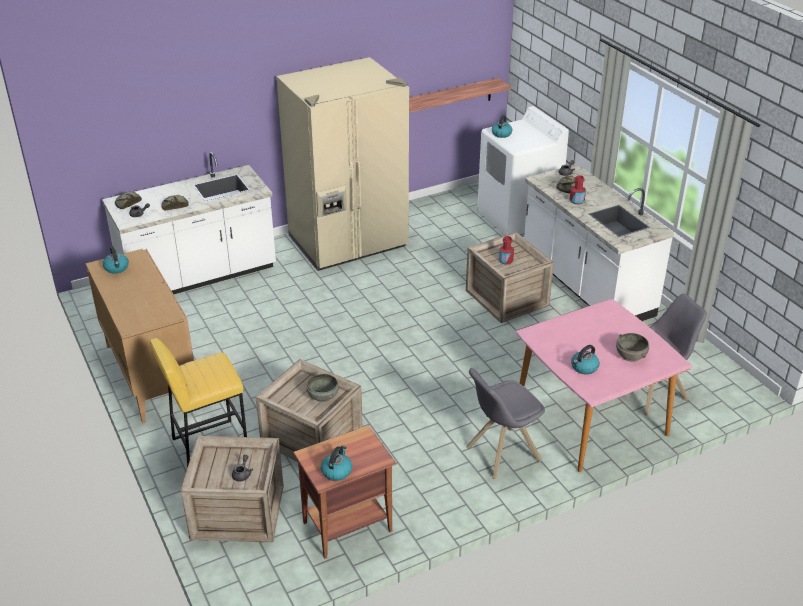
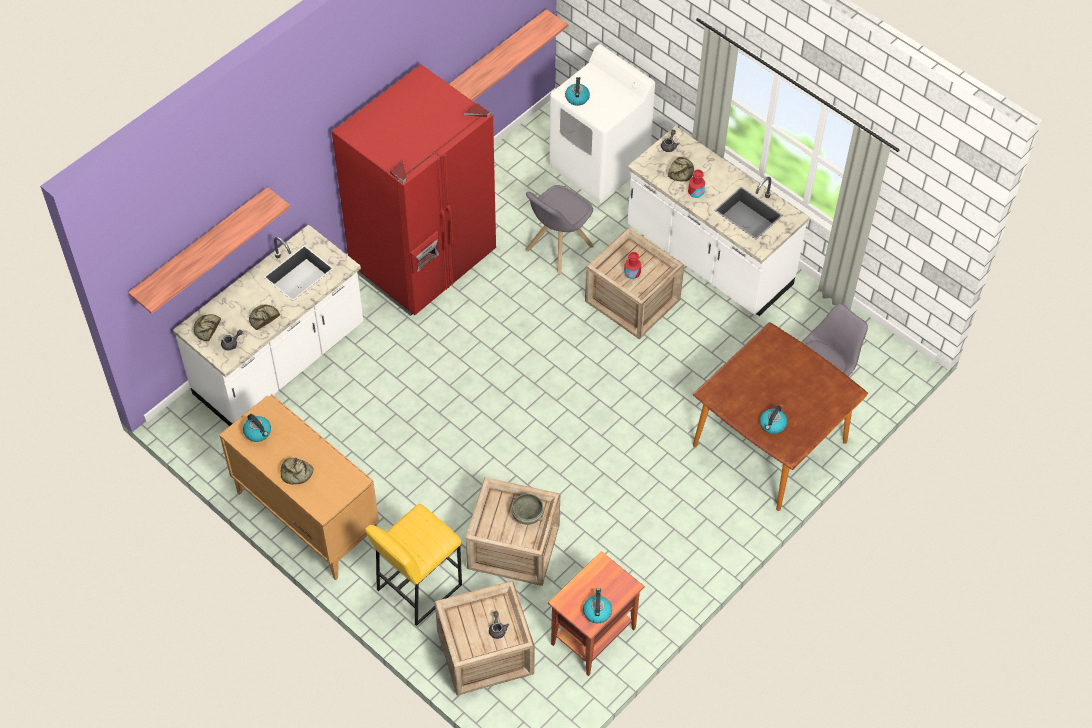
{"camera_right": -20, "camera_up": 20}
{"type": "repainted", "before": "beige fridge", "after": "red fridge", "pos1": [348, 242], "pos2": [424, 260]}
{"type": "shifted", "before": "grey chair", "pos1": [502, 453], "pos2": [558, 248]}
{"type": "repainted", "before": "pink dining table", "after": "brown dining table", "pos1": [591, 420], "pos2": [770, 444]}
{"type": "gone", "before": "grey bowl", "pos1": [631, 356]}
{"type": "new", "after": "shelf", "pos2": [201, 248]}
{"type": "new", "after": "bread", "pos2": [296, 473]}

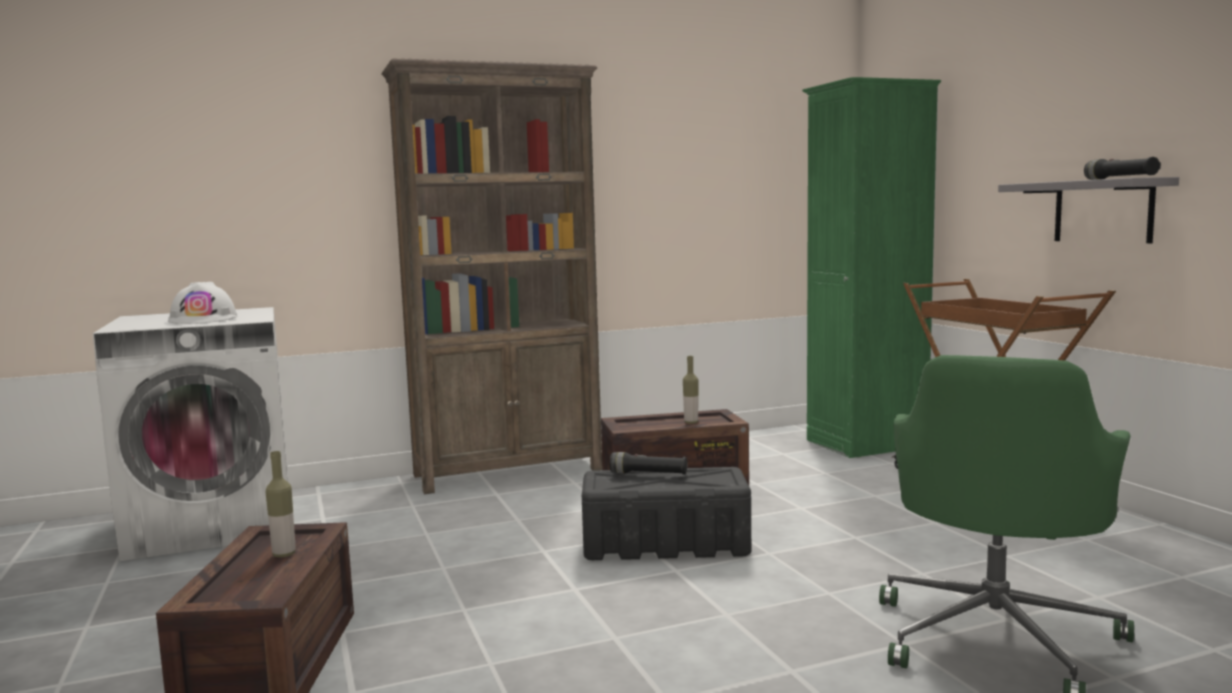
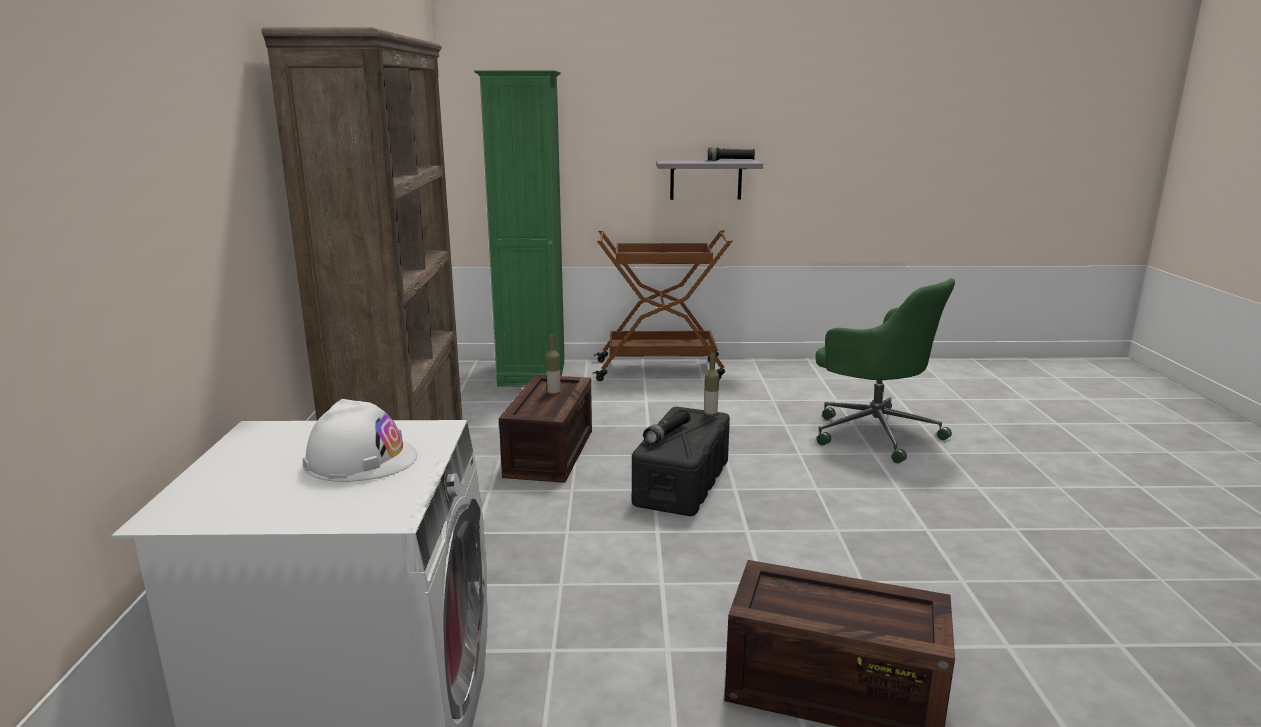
{"camera_right": -70, "camera_up": 10}
{"type": "shifted", "before": "bottle", "pos1": [284, 554], "pos2": [710, 414]}

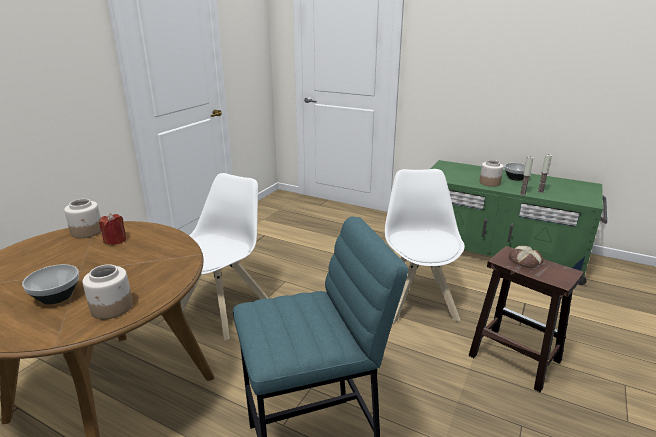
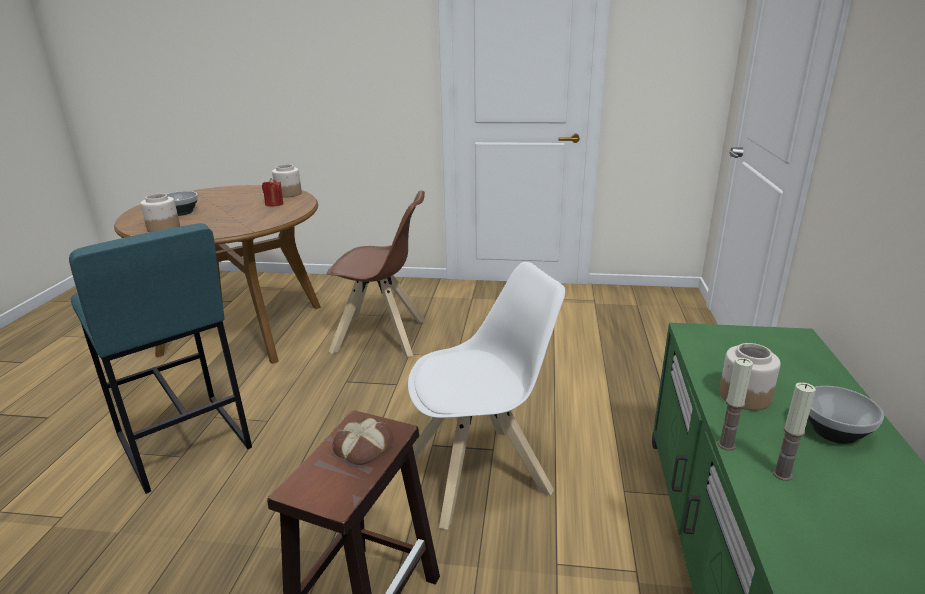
{"camera_right": 70, "camera_up": 0}
{"type": "repainted", "before": "white chair", "after": "brown chair", "pos1": [224, 308], "pos2": [382, 336]}

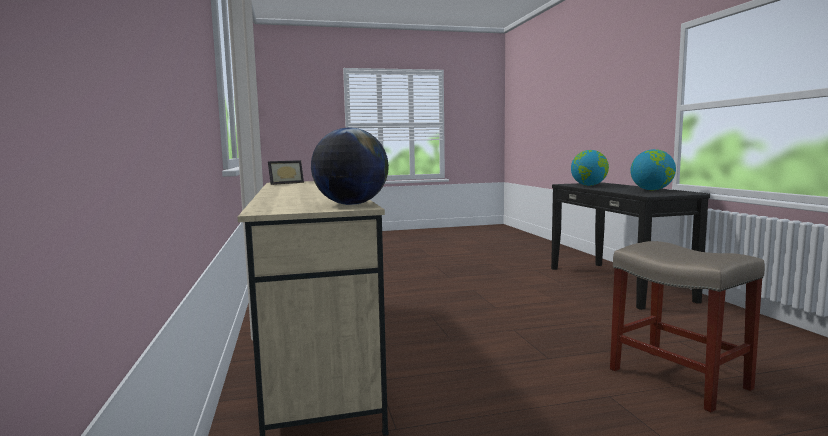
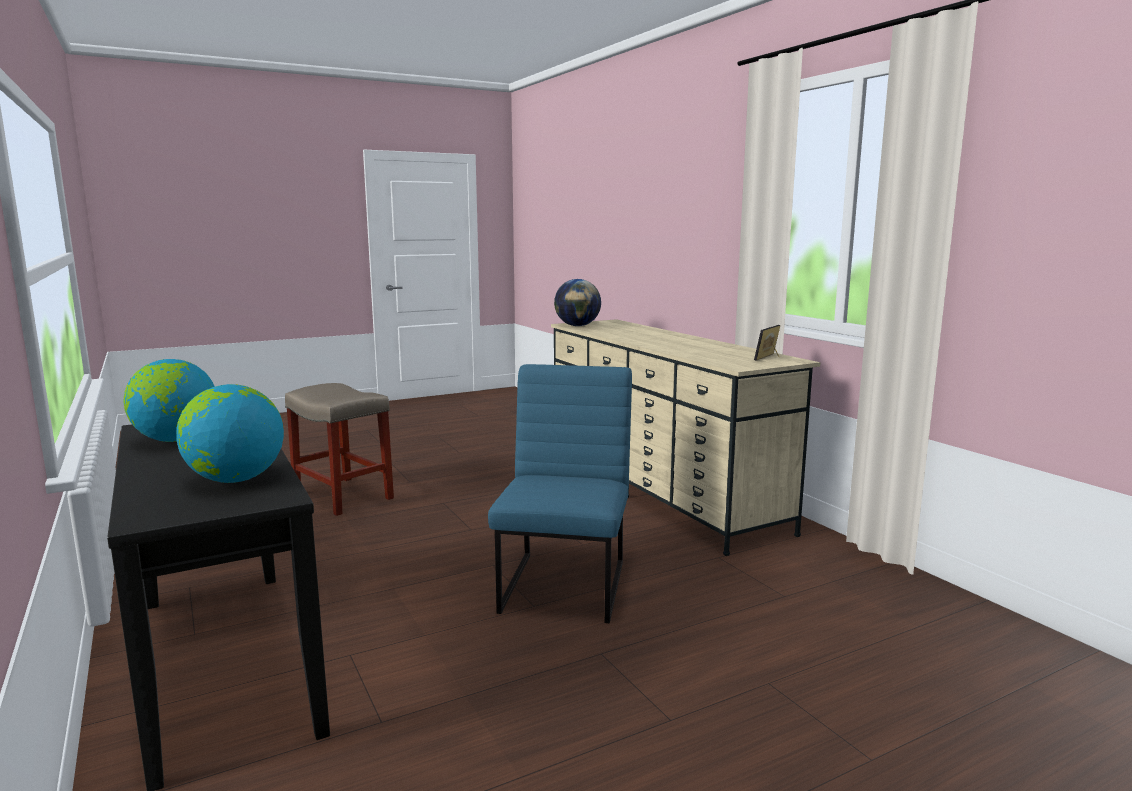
{"camera_right": 165, "camera_up": 5}
{"type": "new", "after": "blue chair", "pos2": [566, 584]}

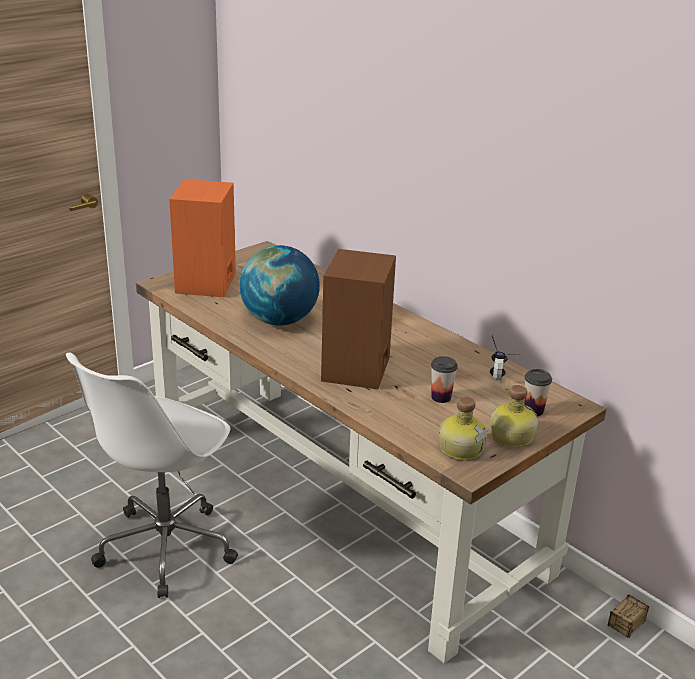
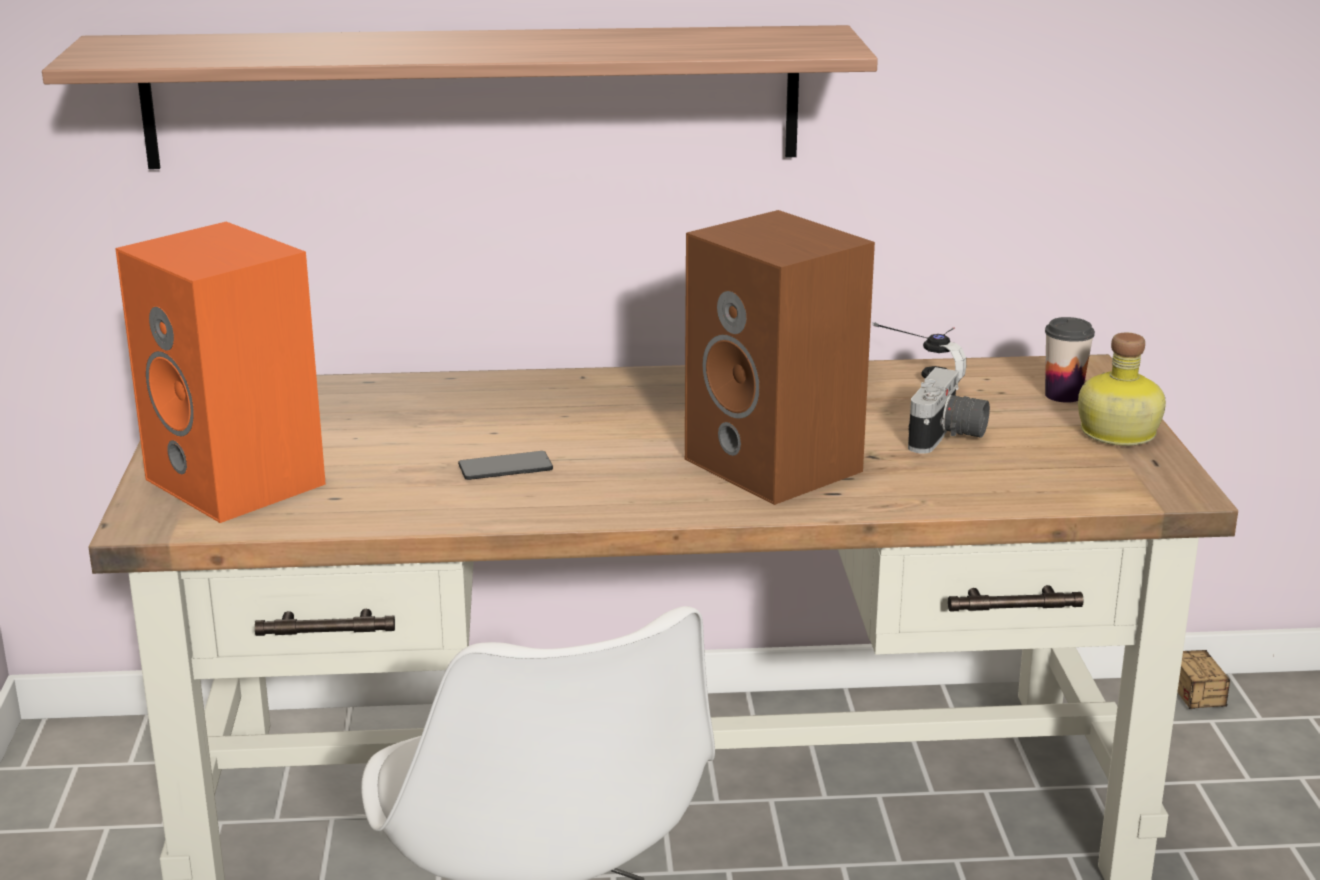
{"camera_right": -50, "camera_up": -5}
{"type": "swapped", "before": "globe", "after": "phone", "pos1": [279, 320], "pos2": [505, 468]}
{"type": "swapped", "before": "cup", "after": "photo camera", "pos1": [441, 397], "pos2": [948, 438]}
{"type": "gone", "before": "bottle", "pos1": [460, 448]}
{"type": "new", "after": "shelf", "pos2": [473, 97]}

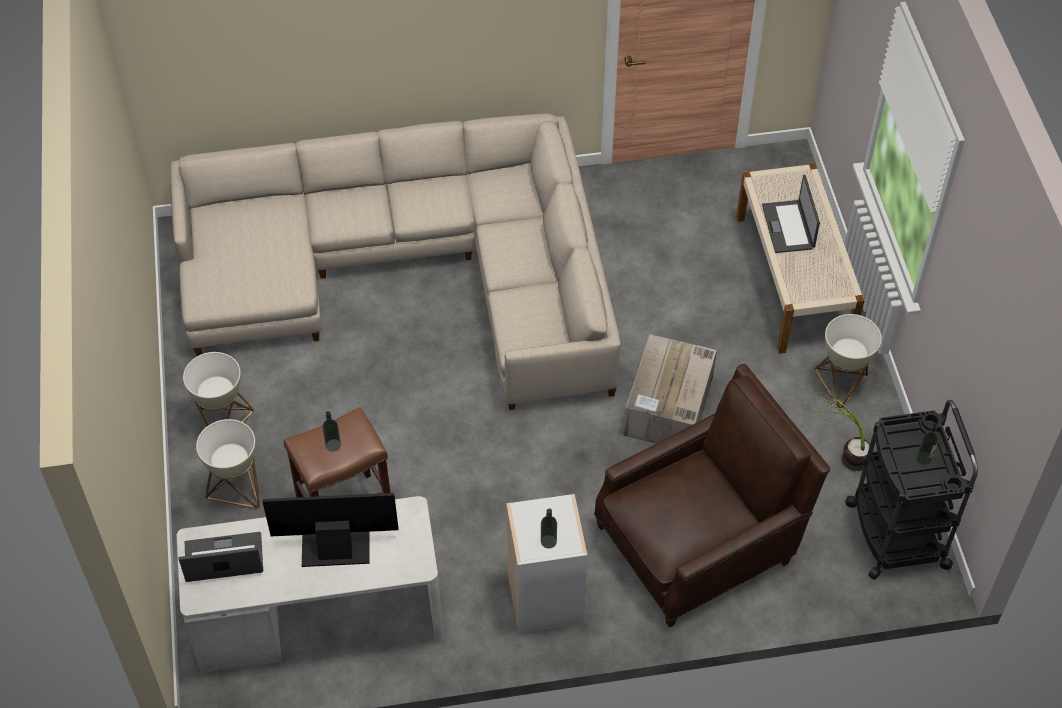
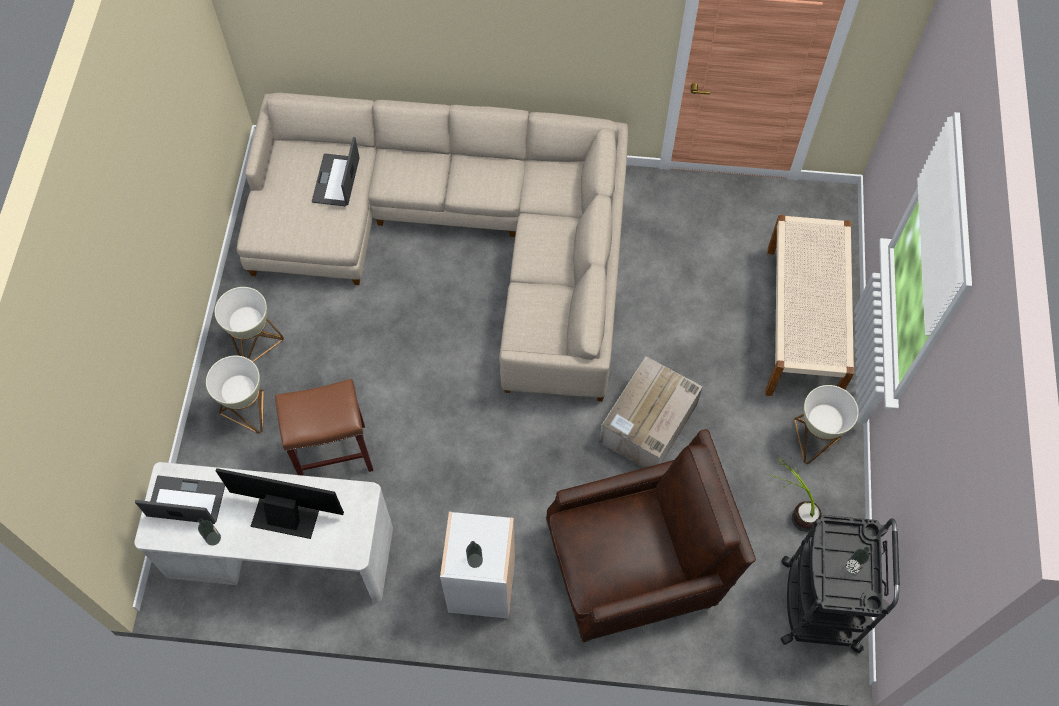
{"camera_right": 15, "camera_up": 10}
{"type": "shifted", "before": "bottle", "pos1": [333, 445], "pos2": [213, 538]}
{"type": "shifted", "before": "laptop", "pos1": [789, 227], "pos2": [337, 180]}

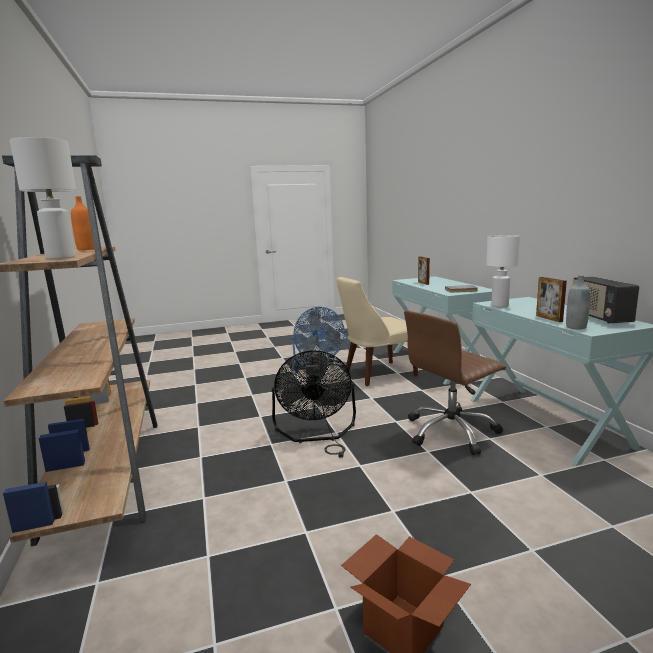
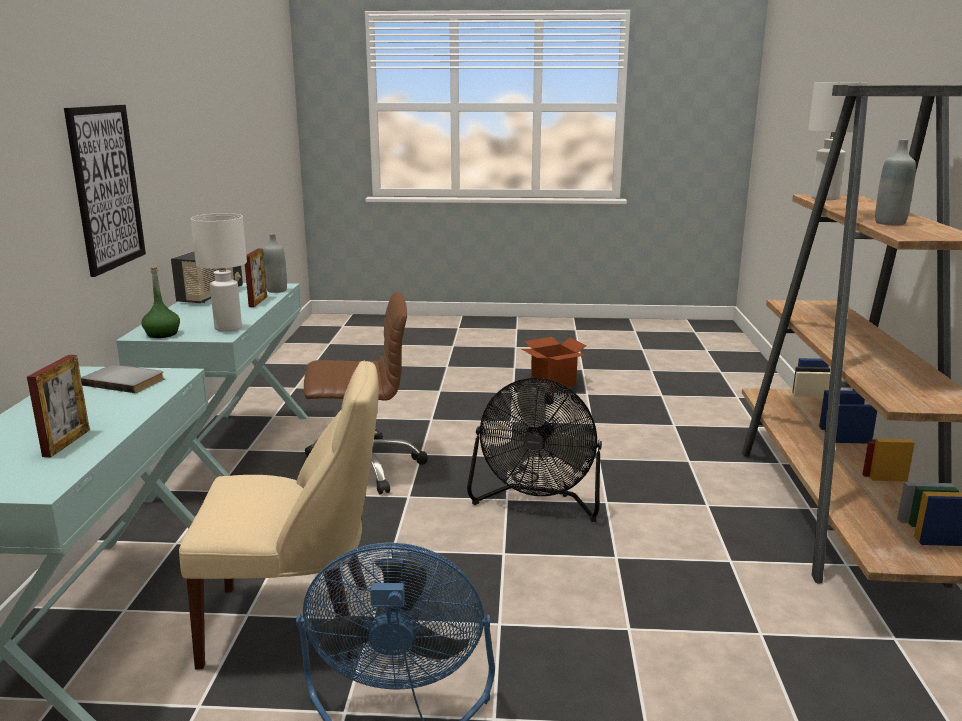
{"camera_right": -160, "camera_up": 5}
{"type": "repainted", "before": "orange bottle", "after": "grey bottle", "pos1": [86, 249], "pos2": [890, 223]}
{"type": "new", "after": "picture", "pos2": [106, 188]}
{"type": "new", "after": "green bottle", "pos2": [162, 334]}

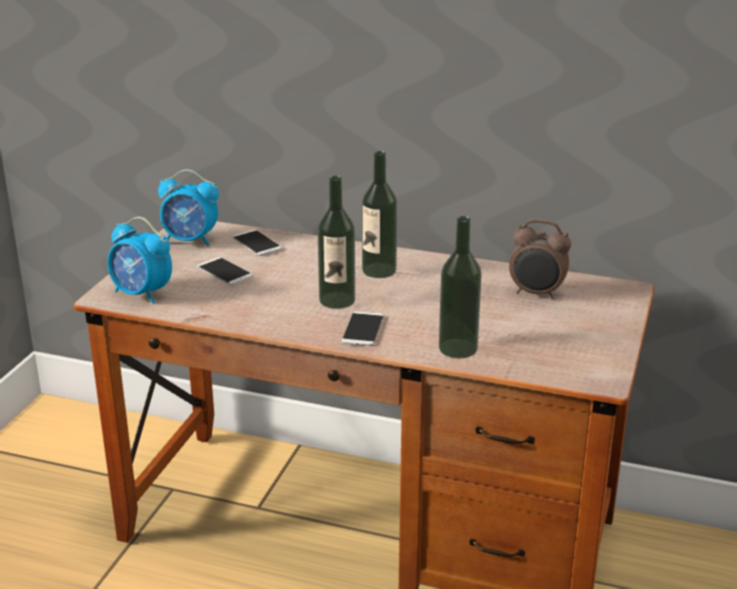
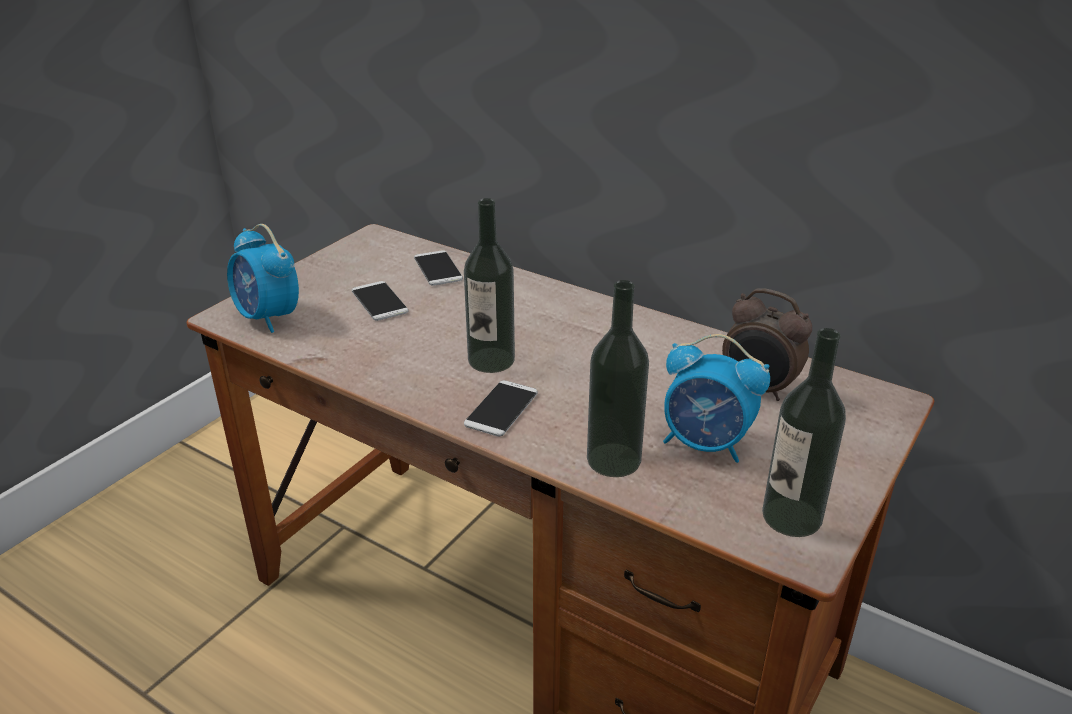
{"camera_right": 15, "camera_up": 5}
{"type": "shifted", "before": "alarm clock", "pos1": [190, 241], "pos2": [706, 444]}
{"type": "shifted", "before": "bottle", "pos1": [379, 270], "pos2": [791, 517]}

